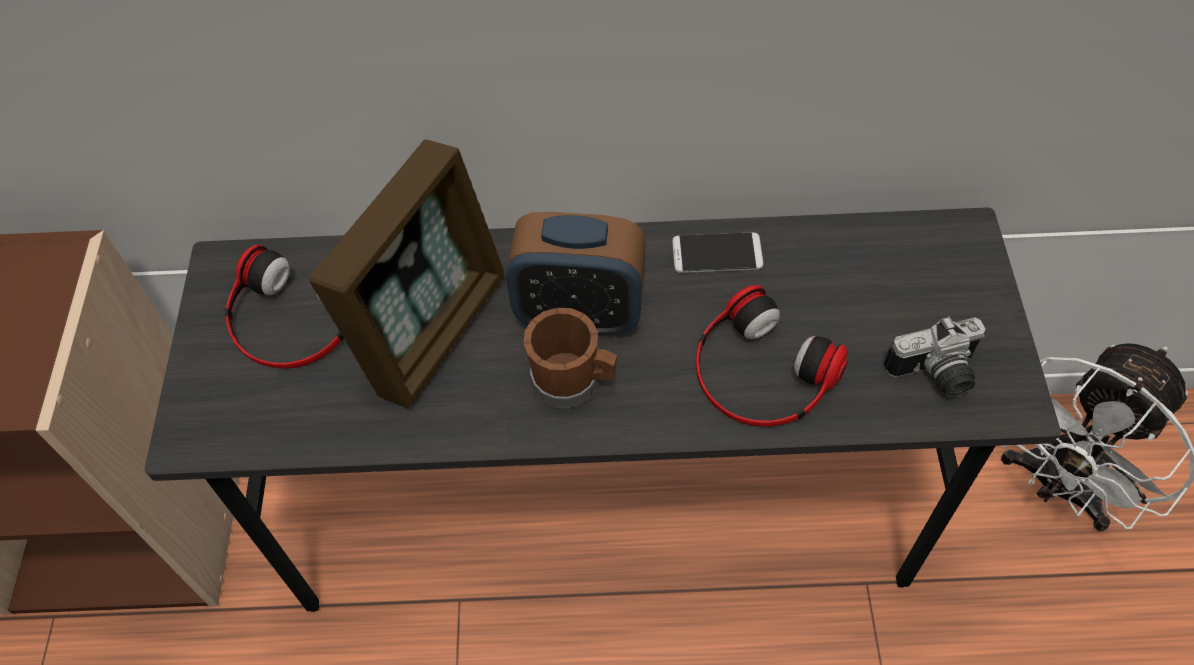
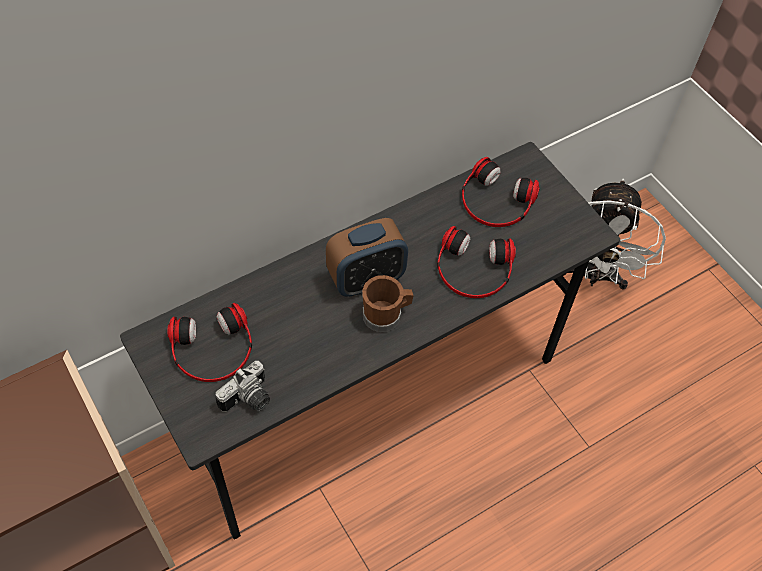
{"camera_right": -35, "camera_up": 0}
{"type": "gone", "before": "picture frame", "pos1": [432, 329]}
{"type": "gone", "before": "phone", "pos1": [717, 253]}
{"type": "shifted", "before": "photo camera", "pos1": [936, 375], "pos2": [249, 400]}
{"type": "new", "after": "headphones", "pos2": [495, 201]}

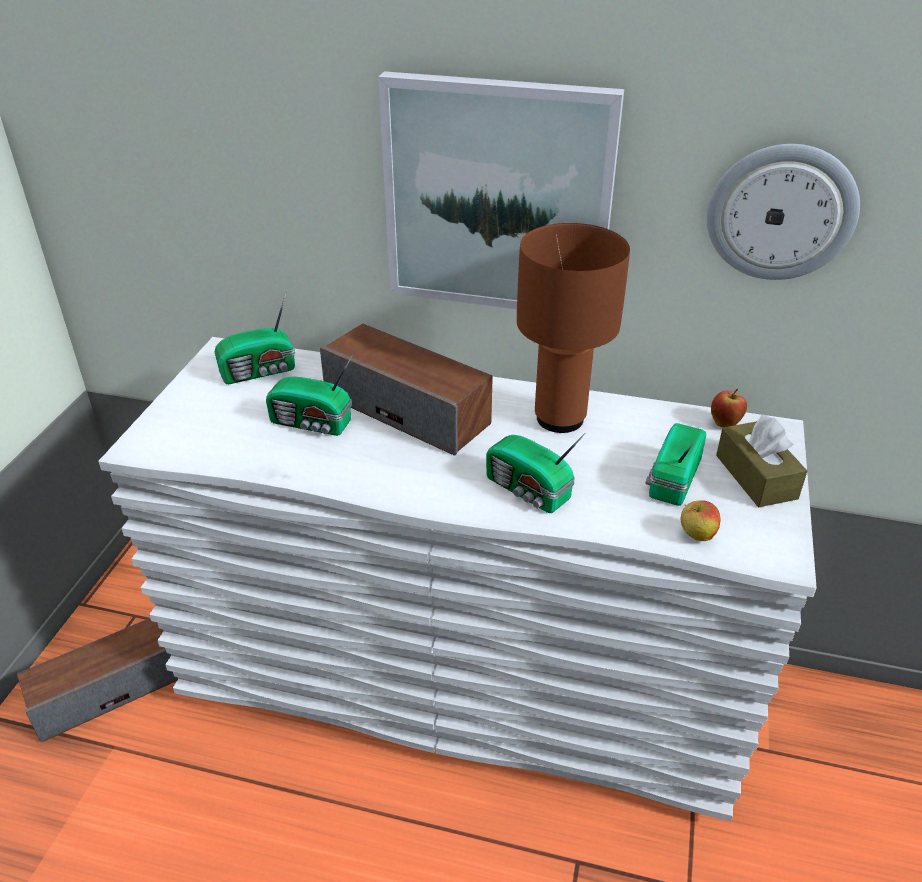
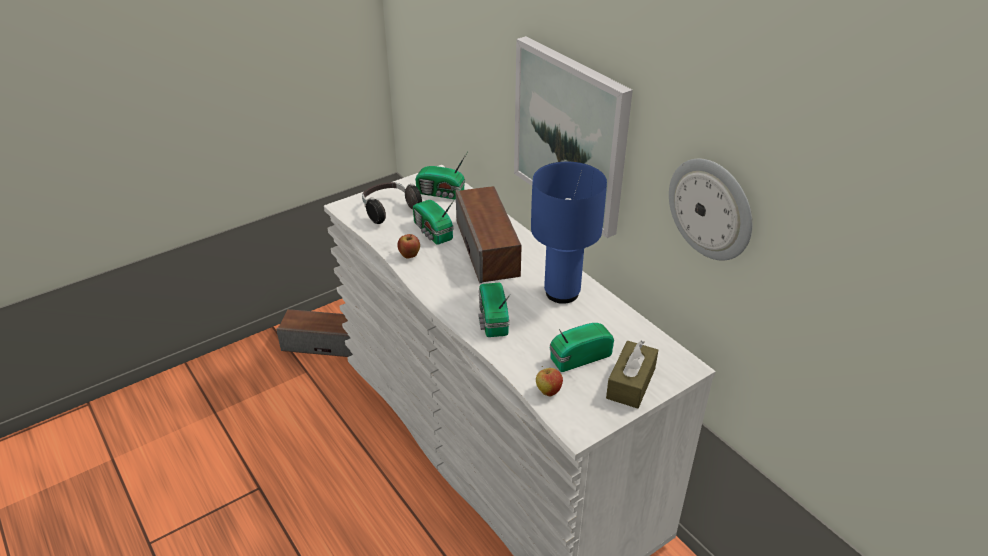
{"camera_right": 40, "camera_up": 0}
{"type": "repainted", "before": "brown table lamp", "after": "blue table lamp", "pos1": [561, 418], "pos2": [563, 293]}
{"type": "shifted", "before": "apple", "pos1": [725, 424], "pos2": [409, 256]}
{"type": "new", "after": "headphones", "pos2": [389, 210]}

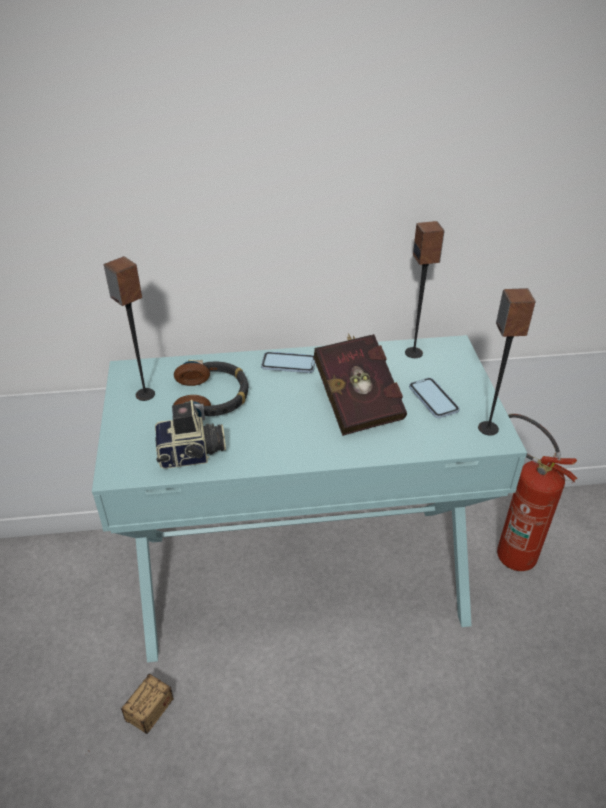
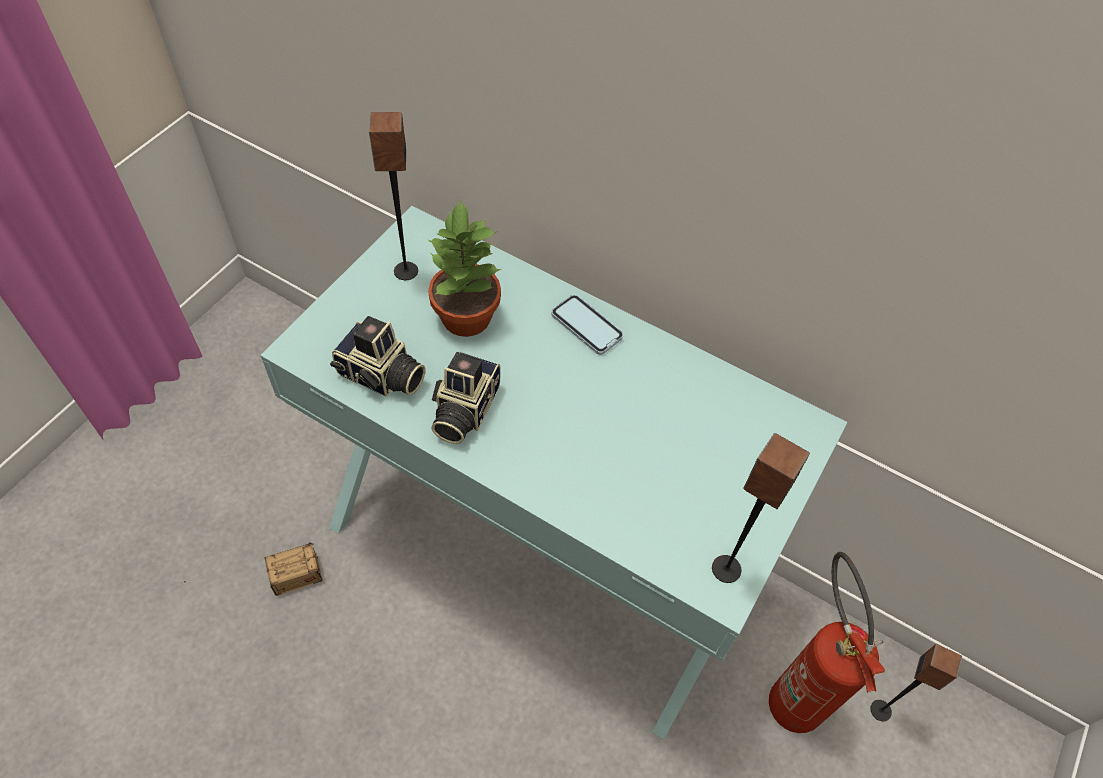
{"camera_right": 35, "camera_up": 15}
{"type": "swapped", "before": "headphones", "after": "potted plant", "pos1": [212, 397], "pos2": [465, 318]}
{"type": "gone", "before": "red book", "pos1": [357, 401]}
{"type": "shifted", "before": "speaker", "pos1": [414, 353], "pos2": [881, 710]}
{"type": "gone", "before": "phone", "pos1": [433, 399]}
{"type": "new", "after": "photo camera", "pos2": [463, 410]}

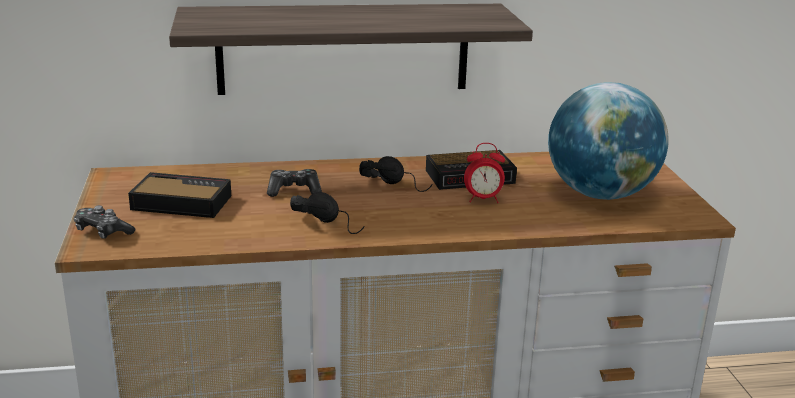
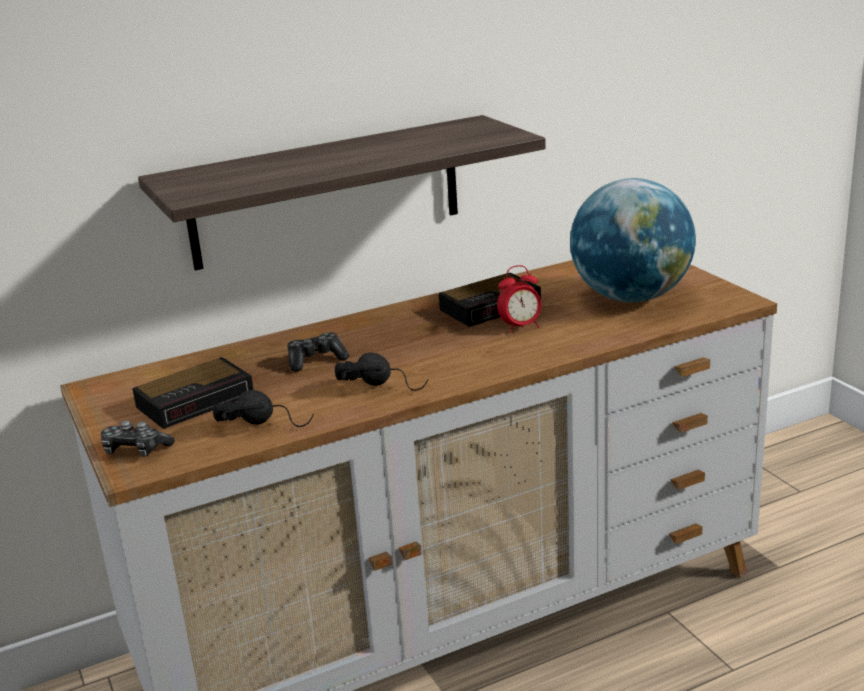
{"camera_right": -15, "camera_up": 0}
{"type": "rotated", "before": "alarm clock", "pos1": [179, 202], "pos2": [197, 400], "turn": 150}
{"type": "shifted", "before": "black headphones", "pos1": [396, 185], "pos2": [265, 423]}

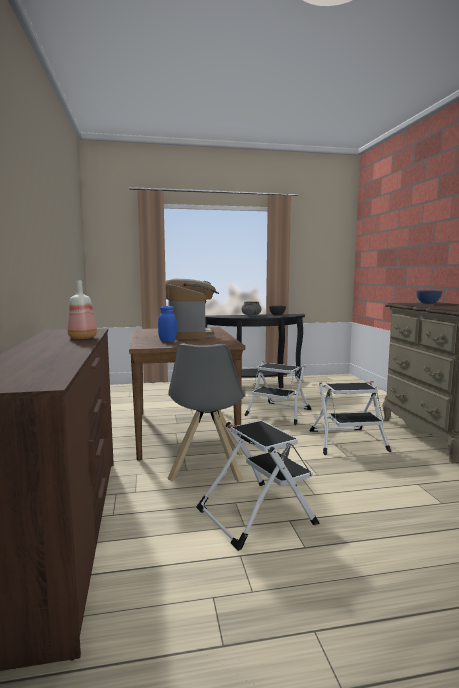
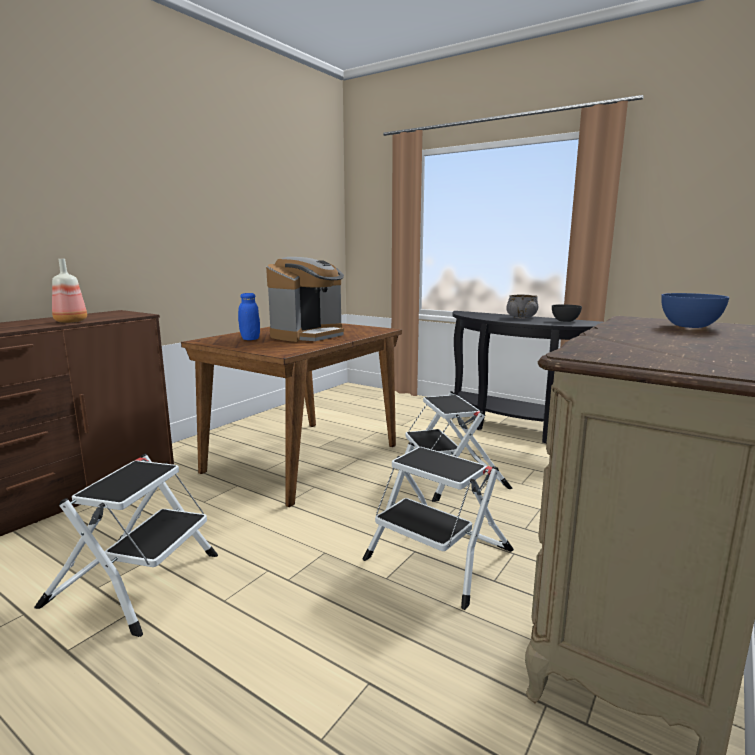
{"camera_right": 45, "camera_up": 5}
{"type": "gone", "before": "grey chair", "pos1": [207, 467]}

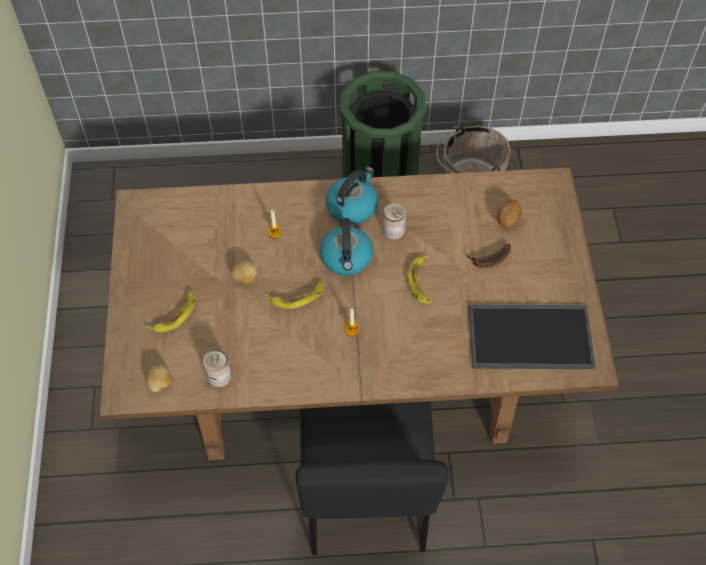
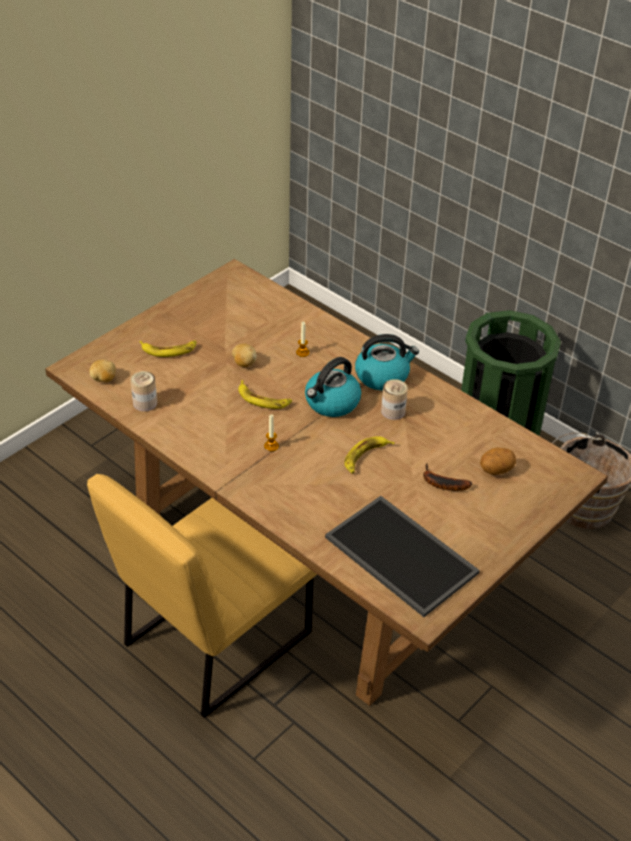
{"camera_right": 45, "camera_up": -15}
{"type": "repainted", "before": "black chair", "after": "yellow chair", "pos1": [365, 493], "pos2": [213, 640]}

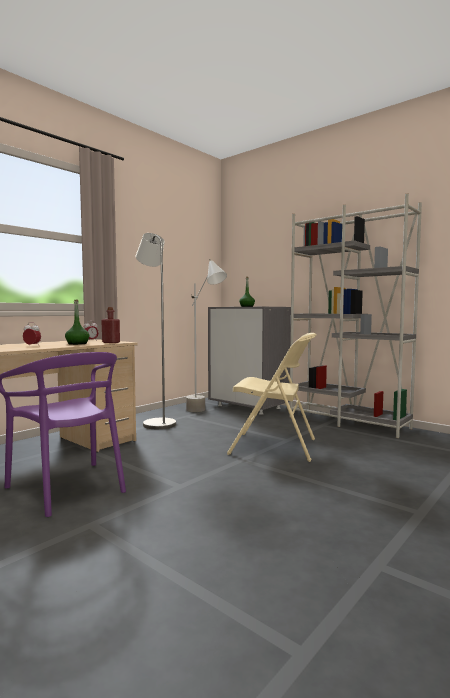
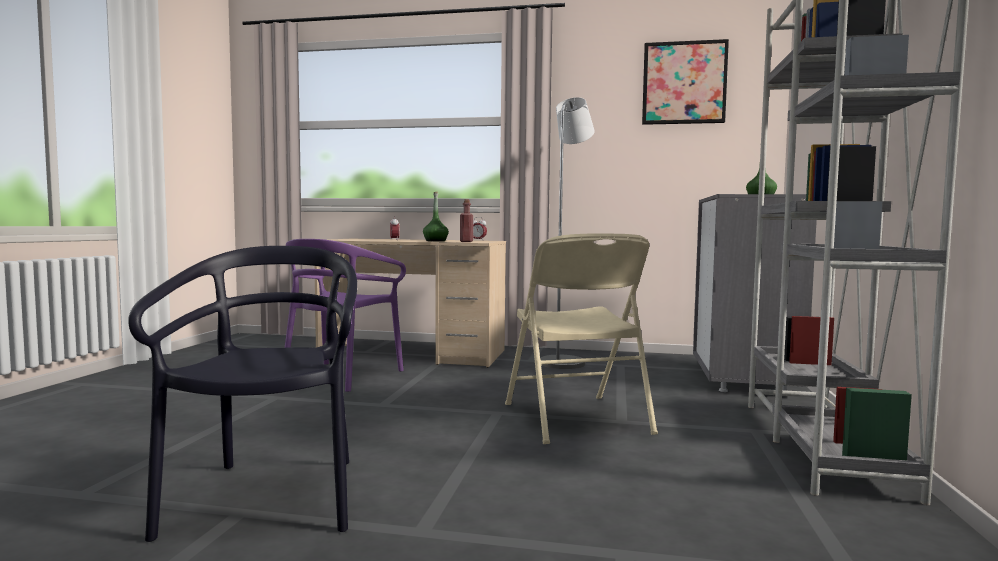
{"camera_right": 60, "camera_up": 0}
{"type": "gone", "before": "grey floor lamp", "pos1": [205, 412]}
{"type": "new", "after": "black chair", "pos2": [269, 498]}
{"type": "new", "after": "picture", "pos2": [684, 83]}

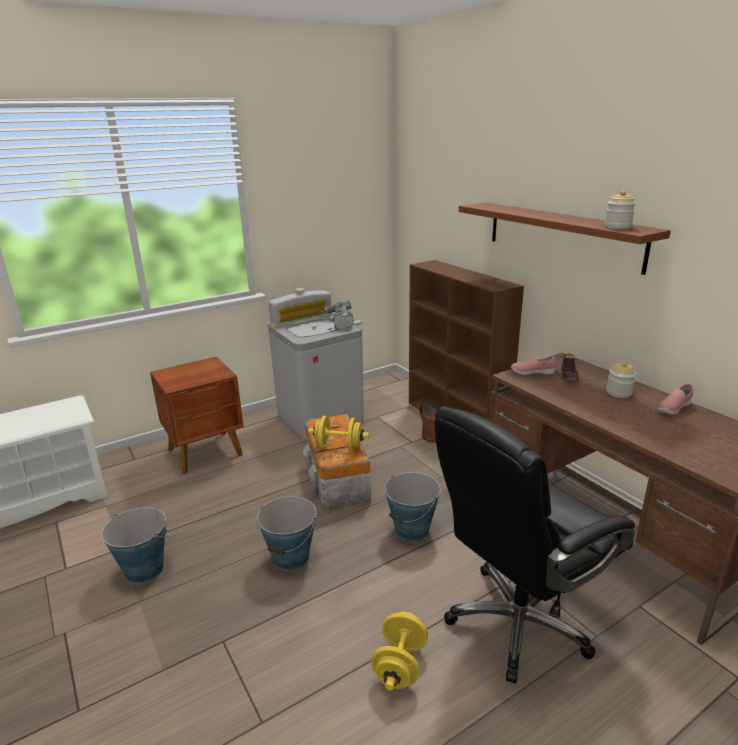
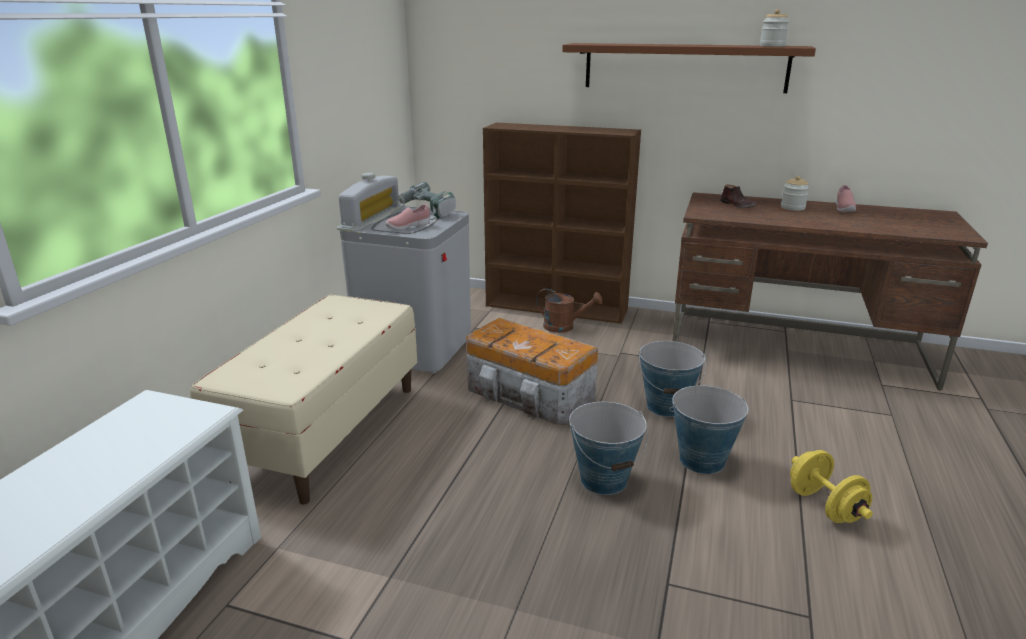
{"camera_right": -40, "camera_up": 0}
{"type": "shifted", "before": "bucket", "pos1": [144, 569], "pos2": [701, 460]}
{"type": "swapped", "before": "brown nightstand", "after": "beige bench", "pos1": [206, 452], "pos2": [325, 431]}
{"type": "gone", "before": "yellow dumbbell", "pos1": [339, 447]}
{"type": "gone", "before": "black office chair", "pos1": [520, 619]}
{"type": "shifted", "before": "pink shoe", "pos1": [532, 373], "pos2": [408, 227]}

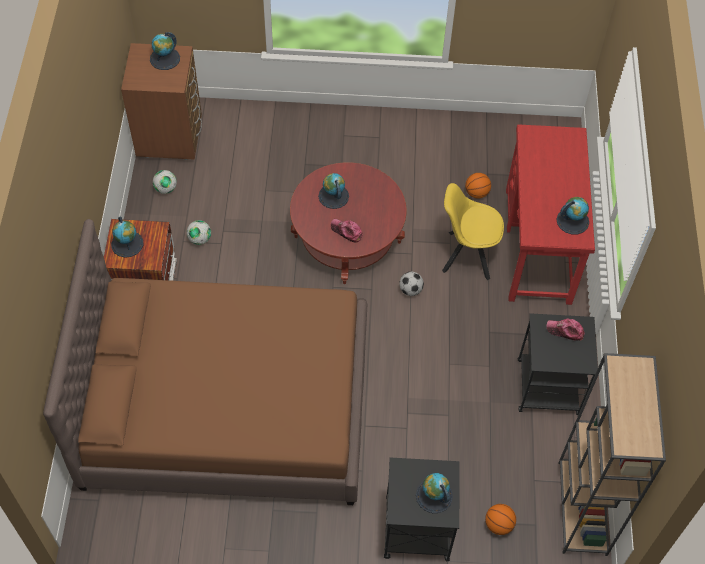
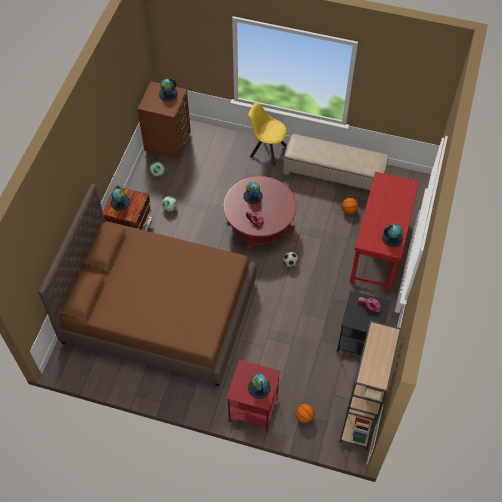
{"camera_right": 15, "camera_up": 0}
{"type": "repainted", "before": "black cart", "after": "red cart", "pos1": [415, 529], "pos2": [252, 408]}
{"type": "shifted", "before": "yellow chair", "pos1": [467, 255], "pos2": [267, 150]}
{"type": "new", "after": "beige bench", "pos2": [334, 173]}

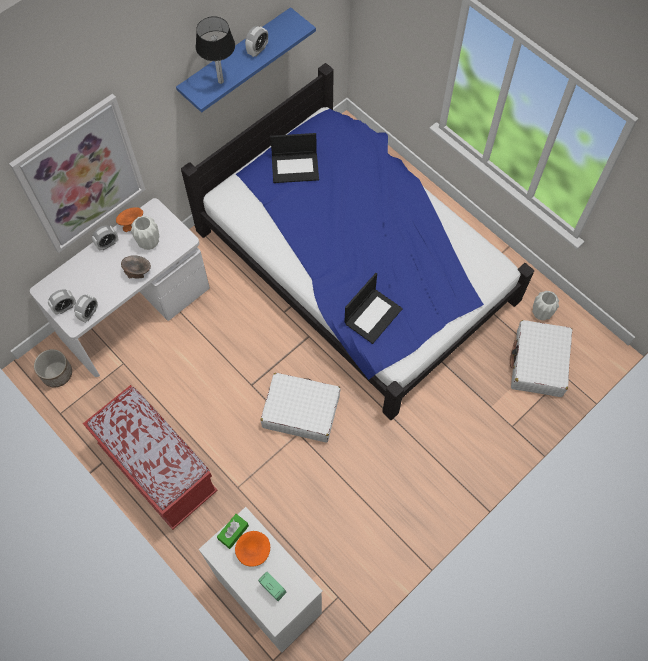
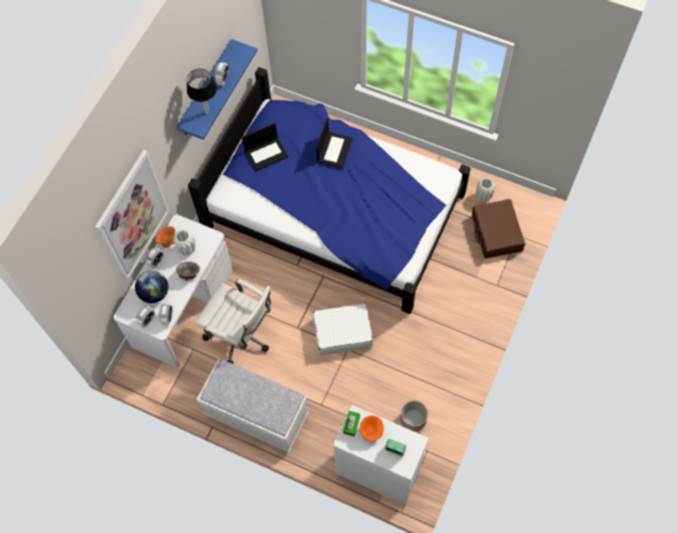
{"camera_right": -20, "camera_up": 0}
{"type": "shifted", "before": "planter", "pos1": [57, 374], "pos2": [413, 419]}
{"type": "repainted", "before": "red bench", "after": "white bench", "pos1": [158, 469], "pos2": [256, 415]}
{"type": "shifted", "before": "laptop", "pos1": [373, 315], "pos2": [334, 149]}
{"type": "repainted", "before": "white suitcase", "after": "brown suitcase", "pos1": [538, 363], "pos2": [496, 233]}
{"type": "new", "after": "globe", "pos2": [154, 293]}
{"type": "new", "after": "white office chair", "pos2": [241, 336]}

